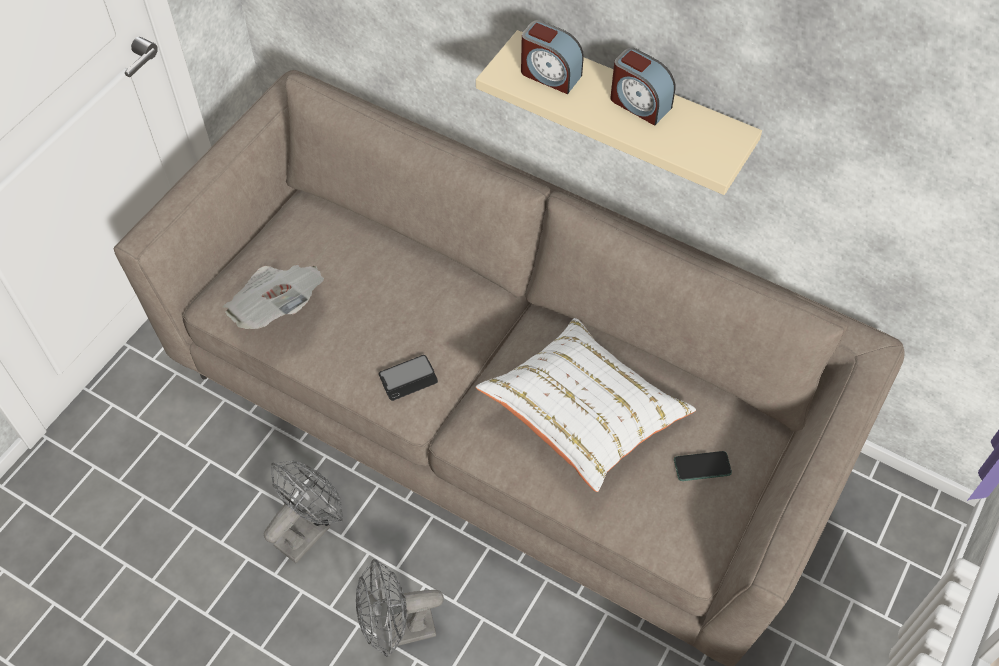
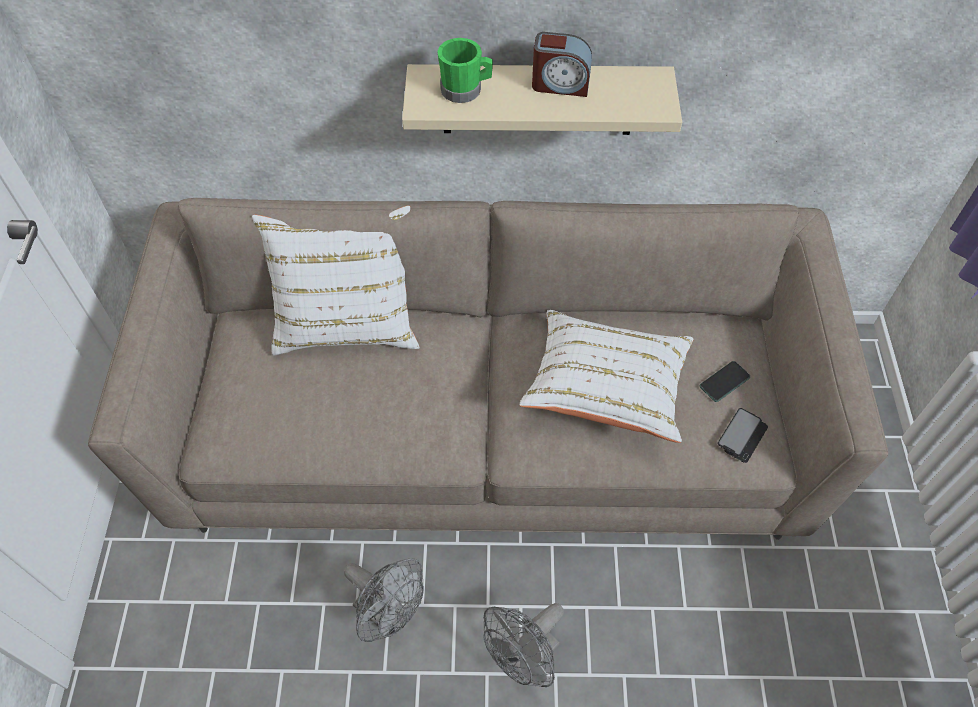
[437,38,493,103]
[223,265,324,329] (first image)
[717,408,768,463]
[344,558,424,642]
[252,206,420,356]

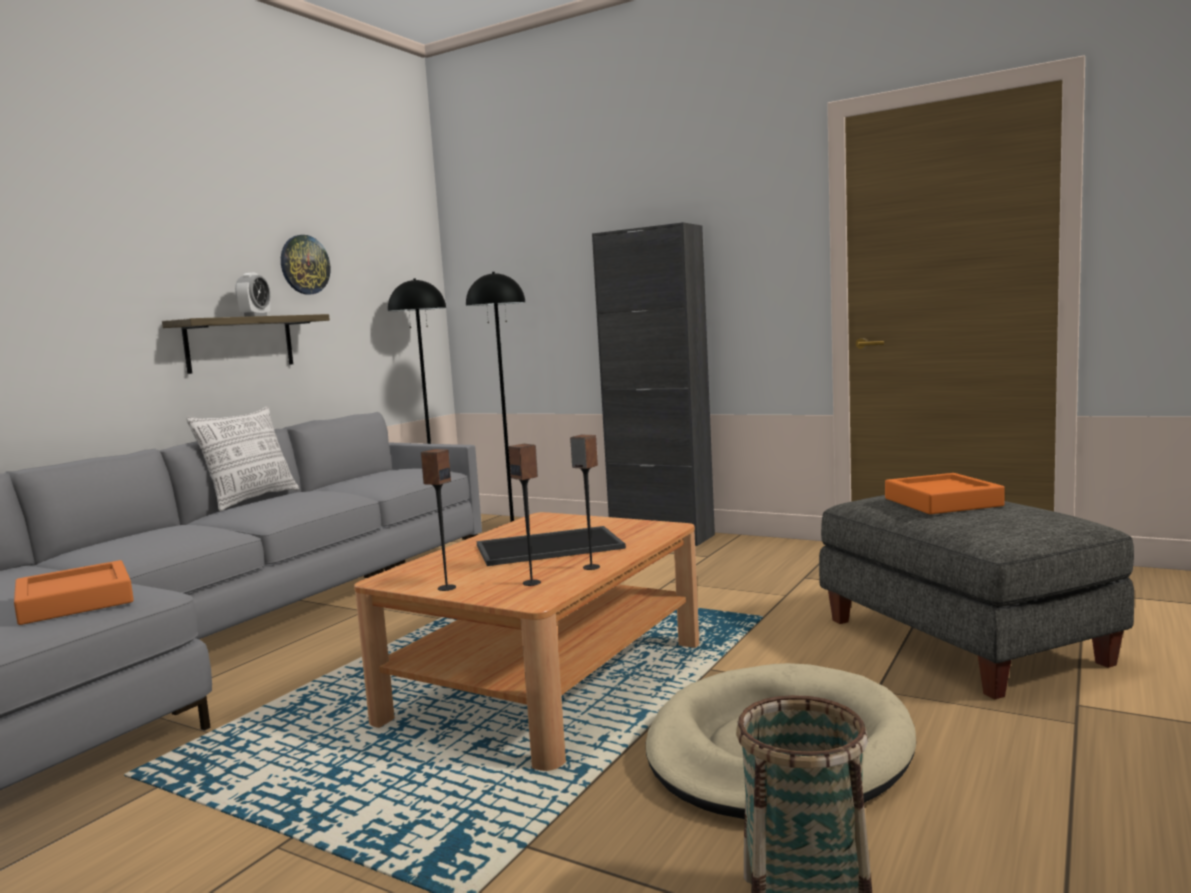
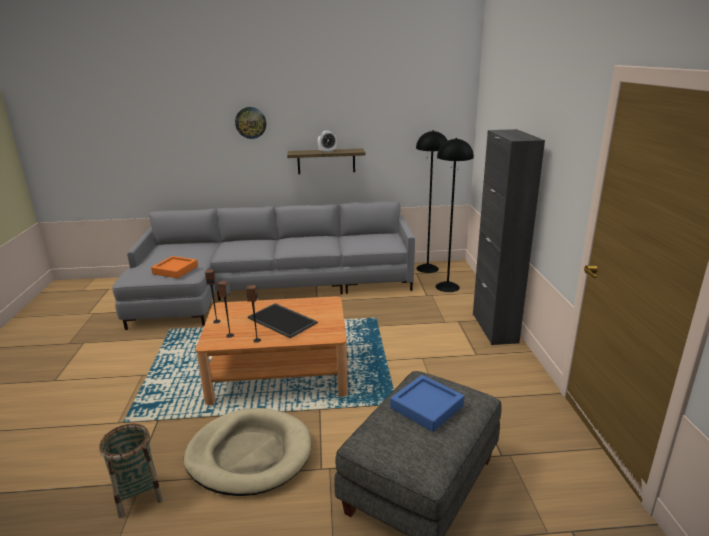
[235,107,266,139]
[186,407,299,511] (first image)
[390,375,464,432]

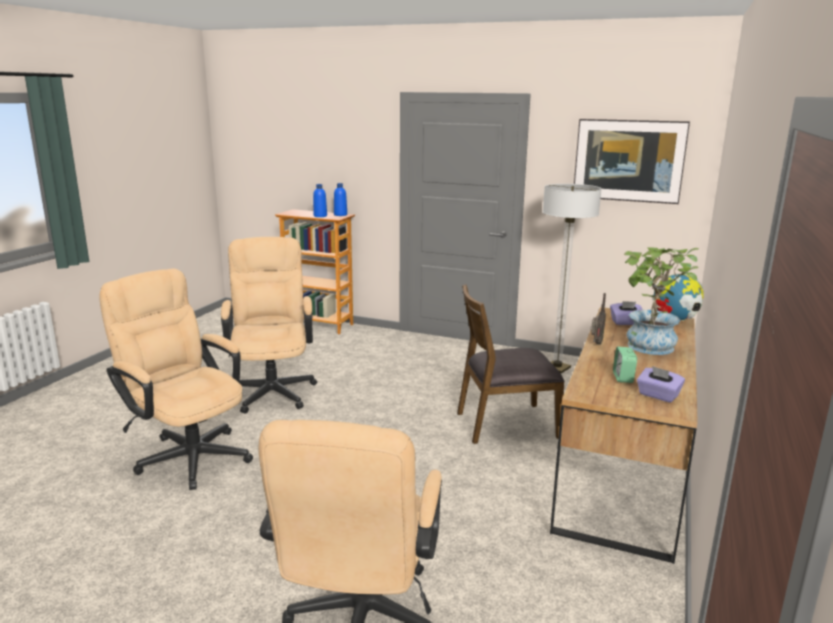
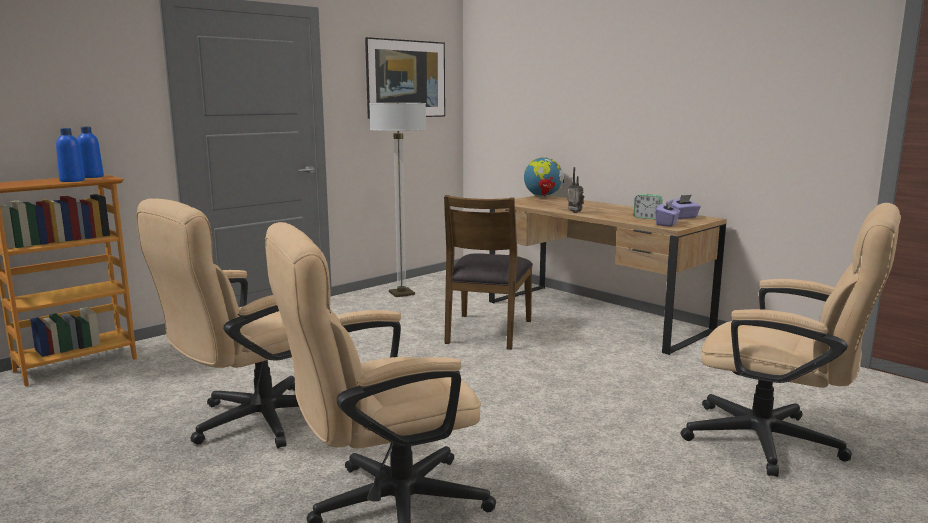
[136,199,299,448]
[624,247,699,355] (first image)
[655,200,680,227]

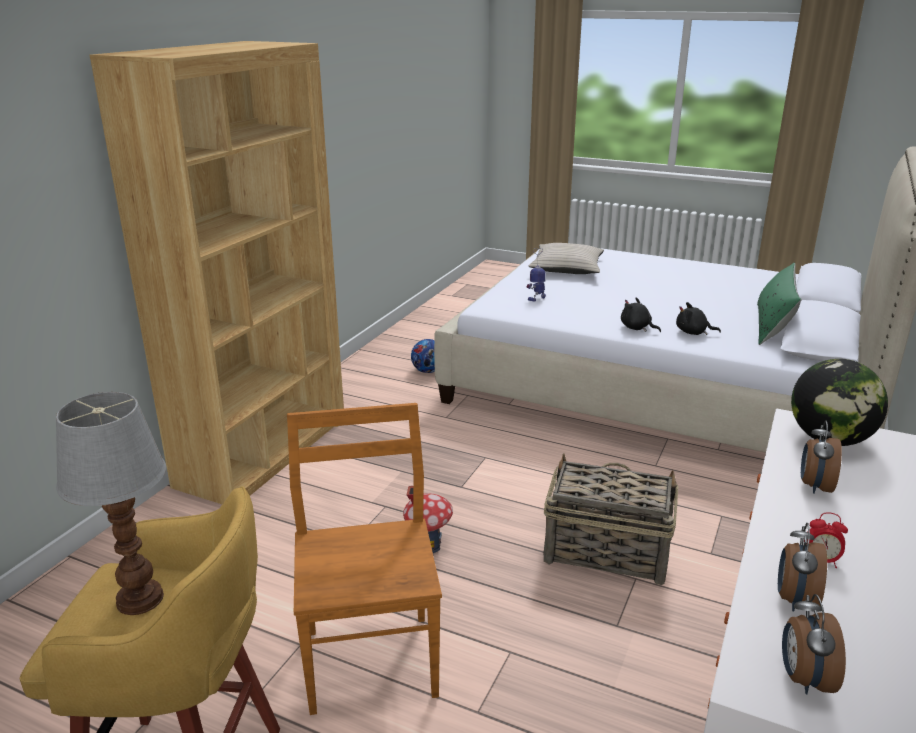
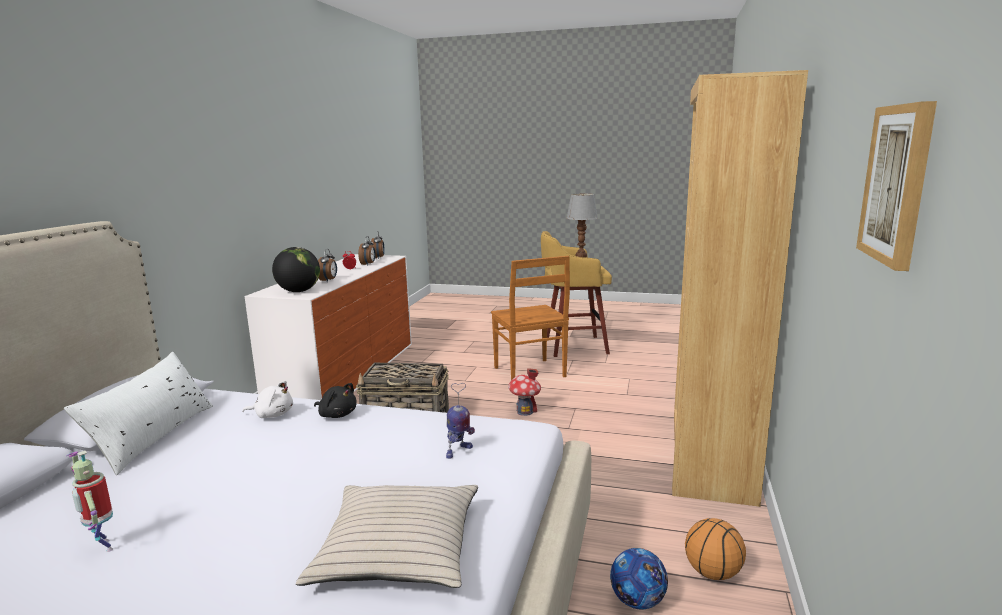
[64,352,213,475]
[242,381,293,418]
[856,101,937,271]
[66,451,113,552]
[685,518,746,580]

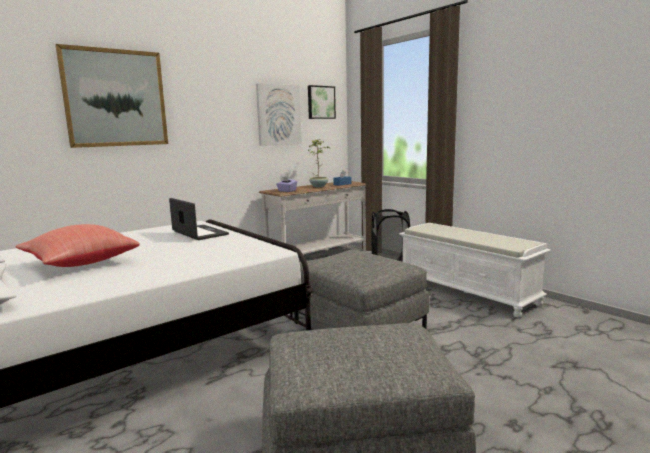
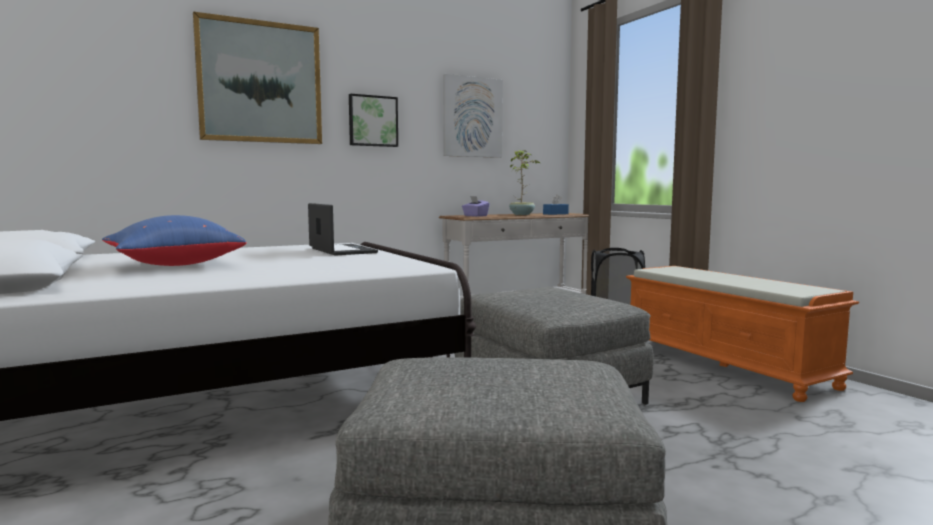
[349,94,398,147]
[626,266,859,402]
[102,215,247,266]

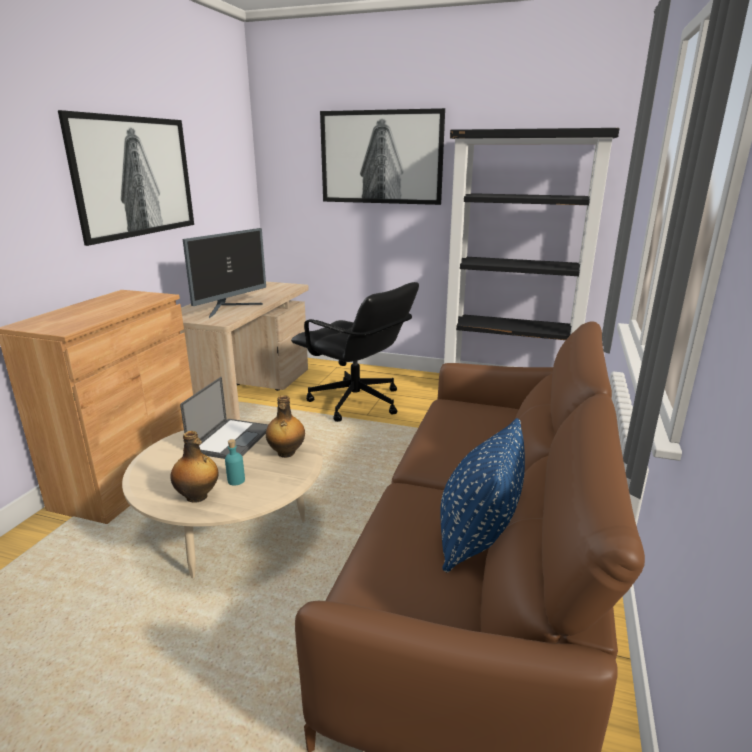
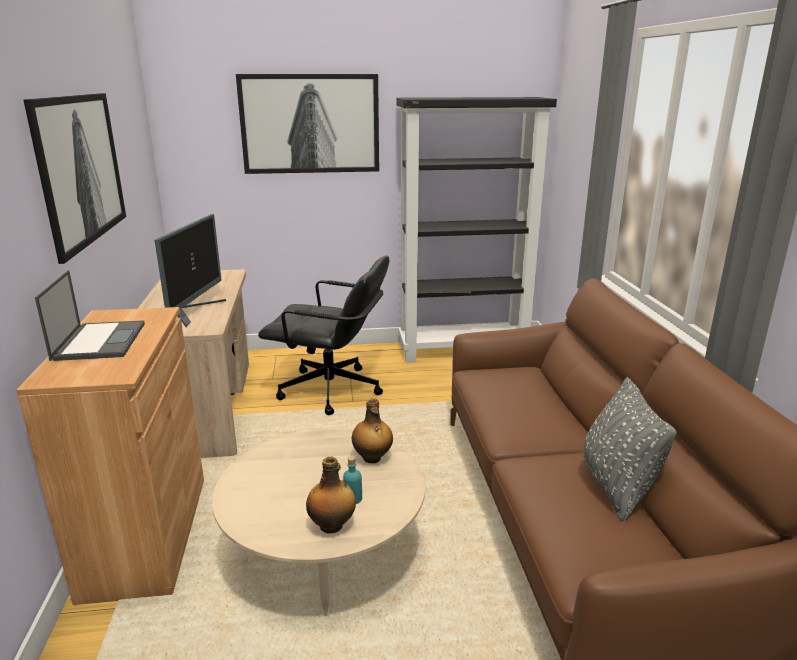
[35,270,145,361]
[583,377,677,522]

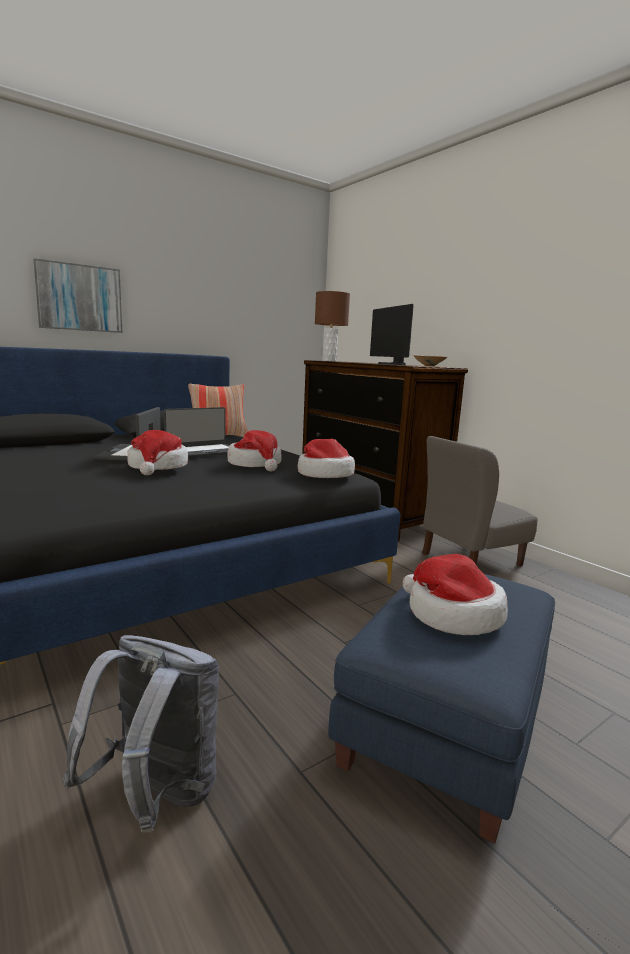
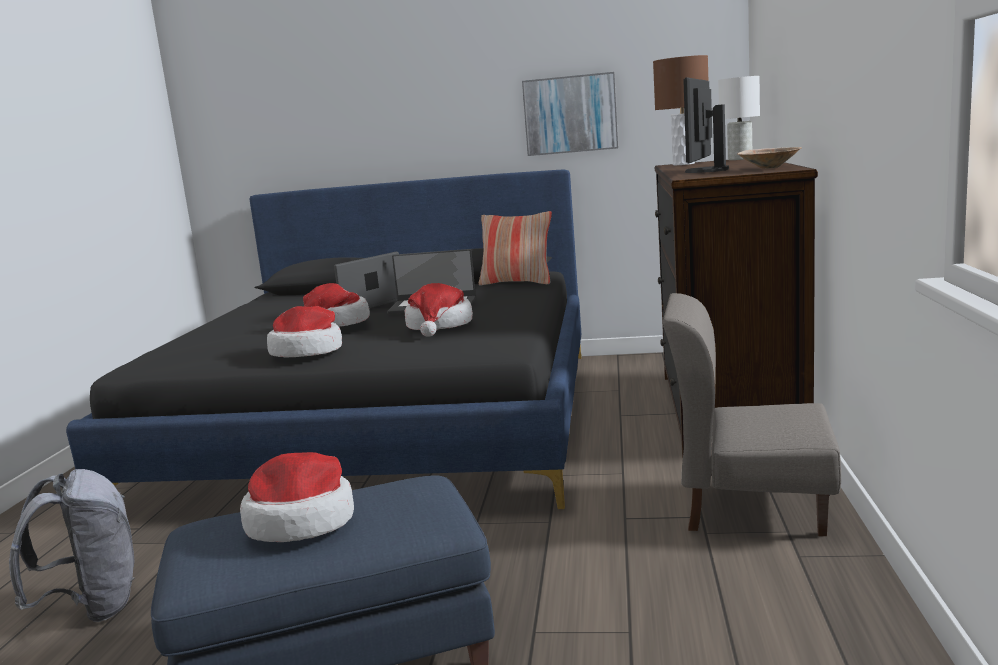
[522,72,618,156]
[267,306,342,357]
[718,76,760,160]

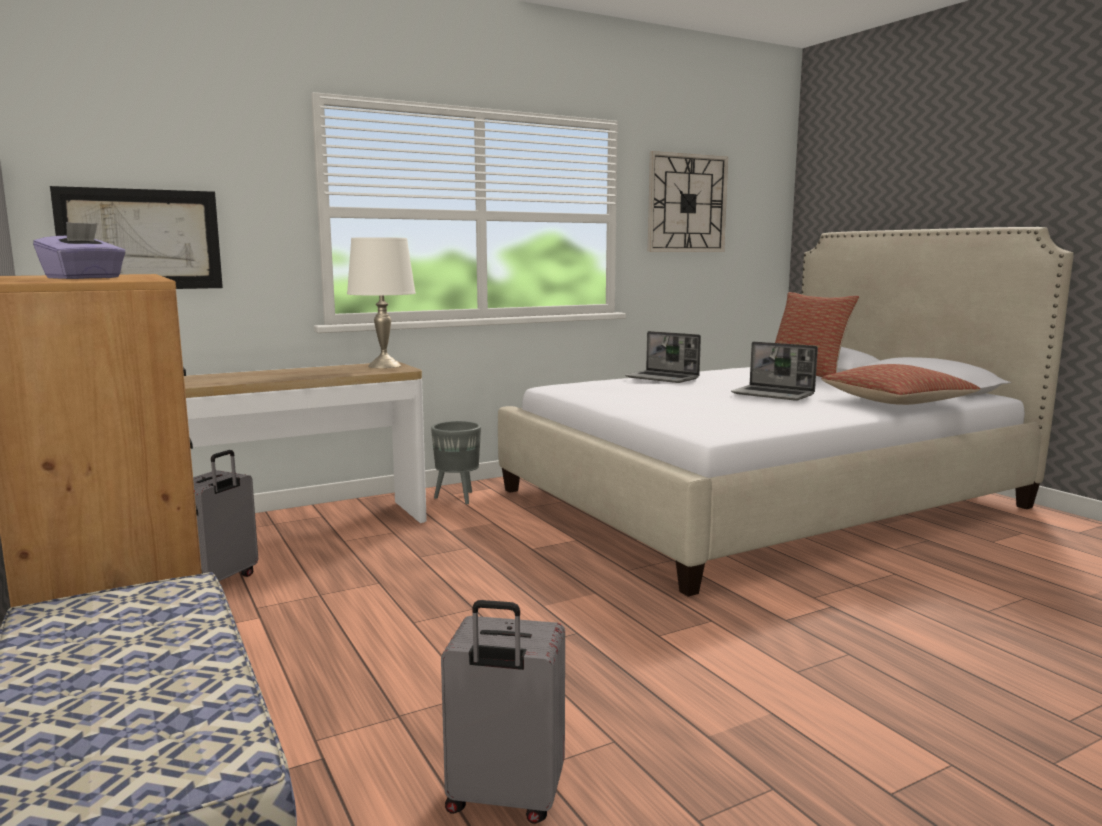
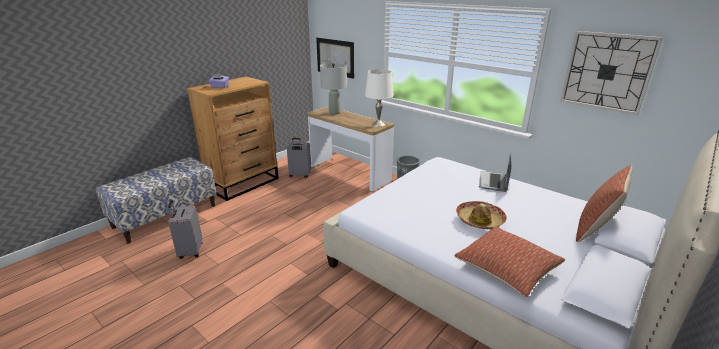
[456,201,507,229]
[320,63,347,115]

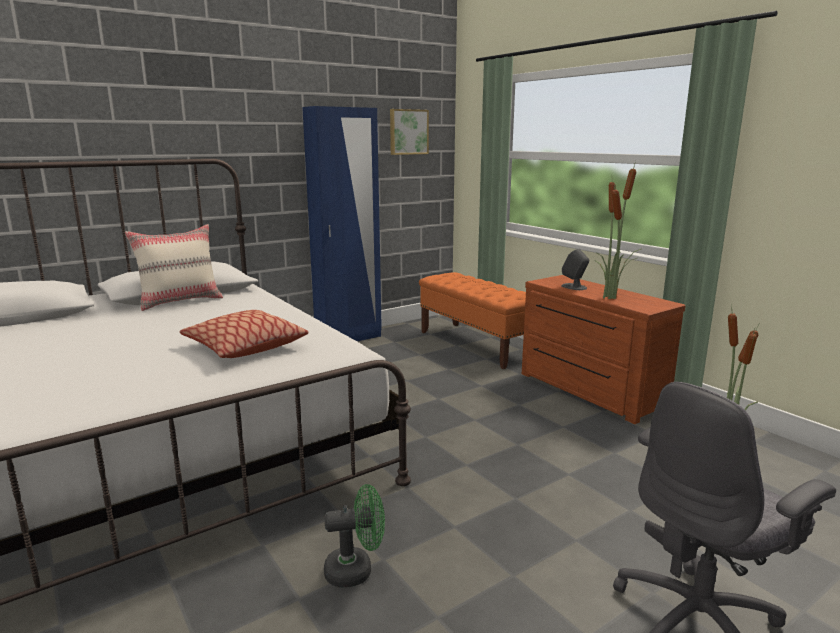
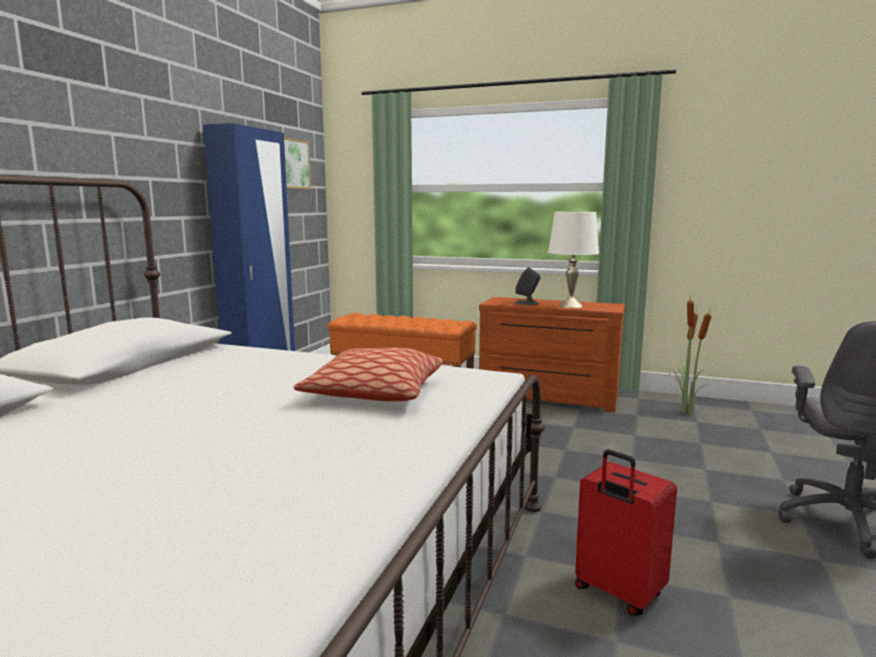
[548,212,599,308]
[125,224,223,311] (first image)
[575,449,677,616]

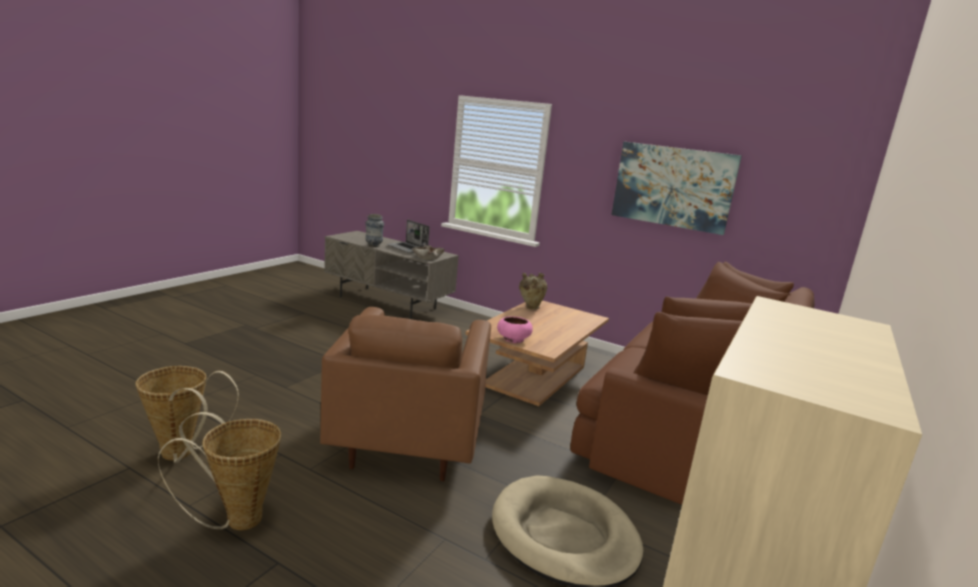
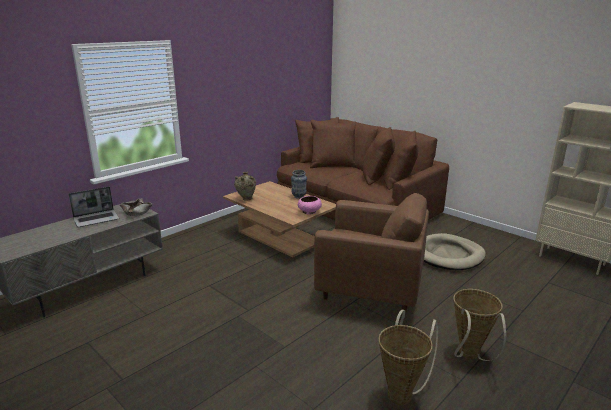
[611,142,742,235] (first image)
[291,170,307,199]

